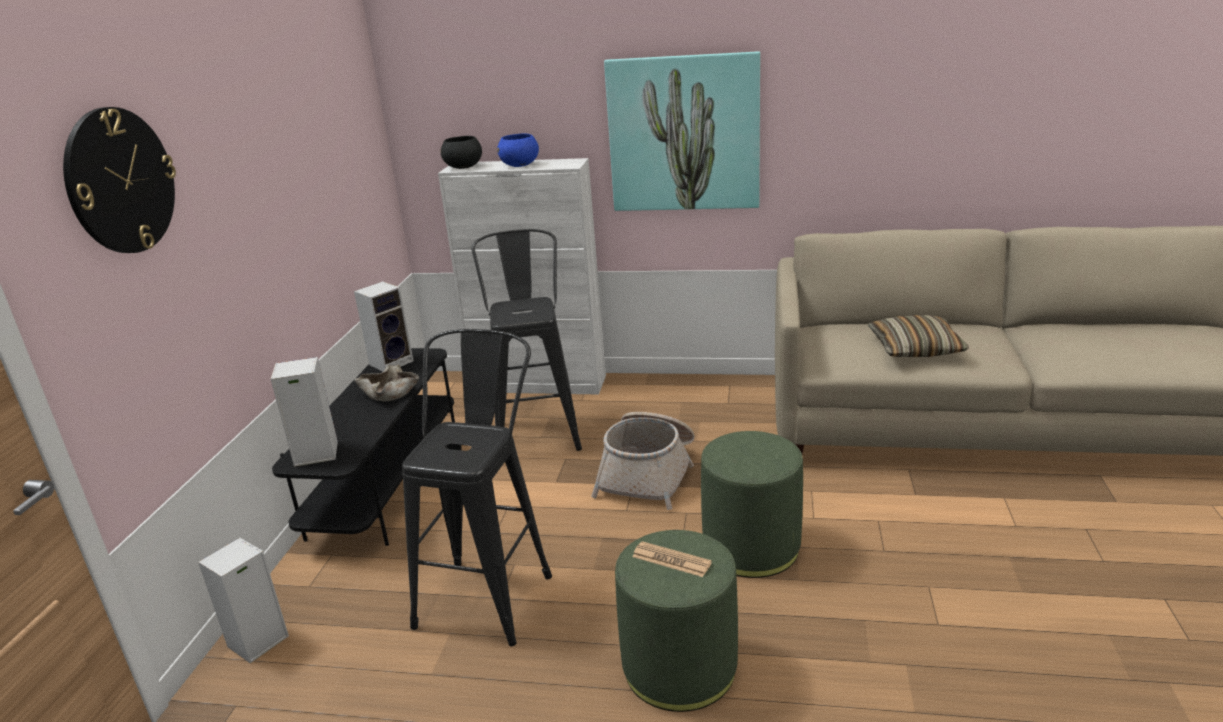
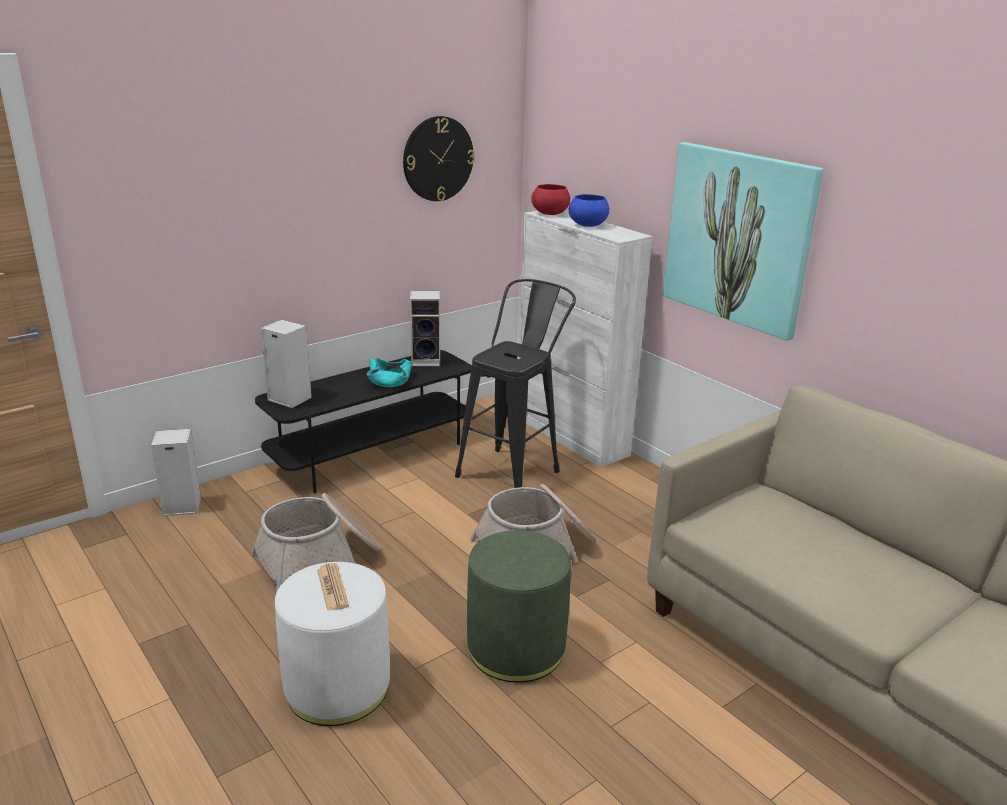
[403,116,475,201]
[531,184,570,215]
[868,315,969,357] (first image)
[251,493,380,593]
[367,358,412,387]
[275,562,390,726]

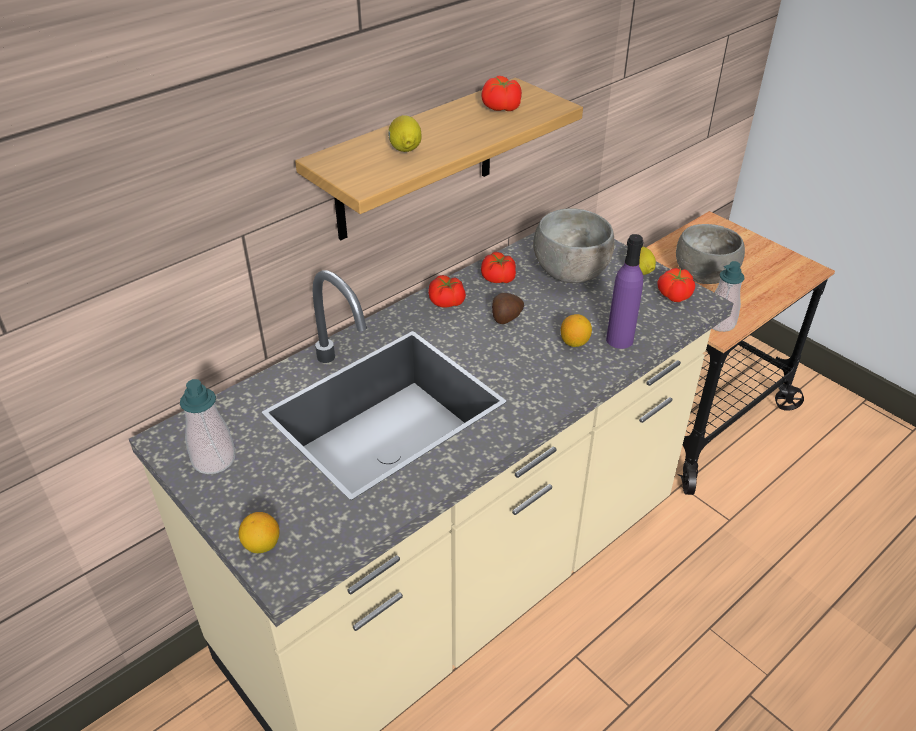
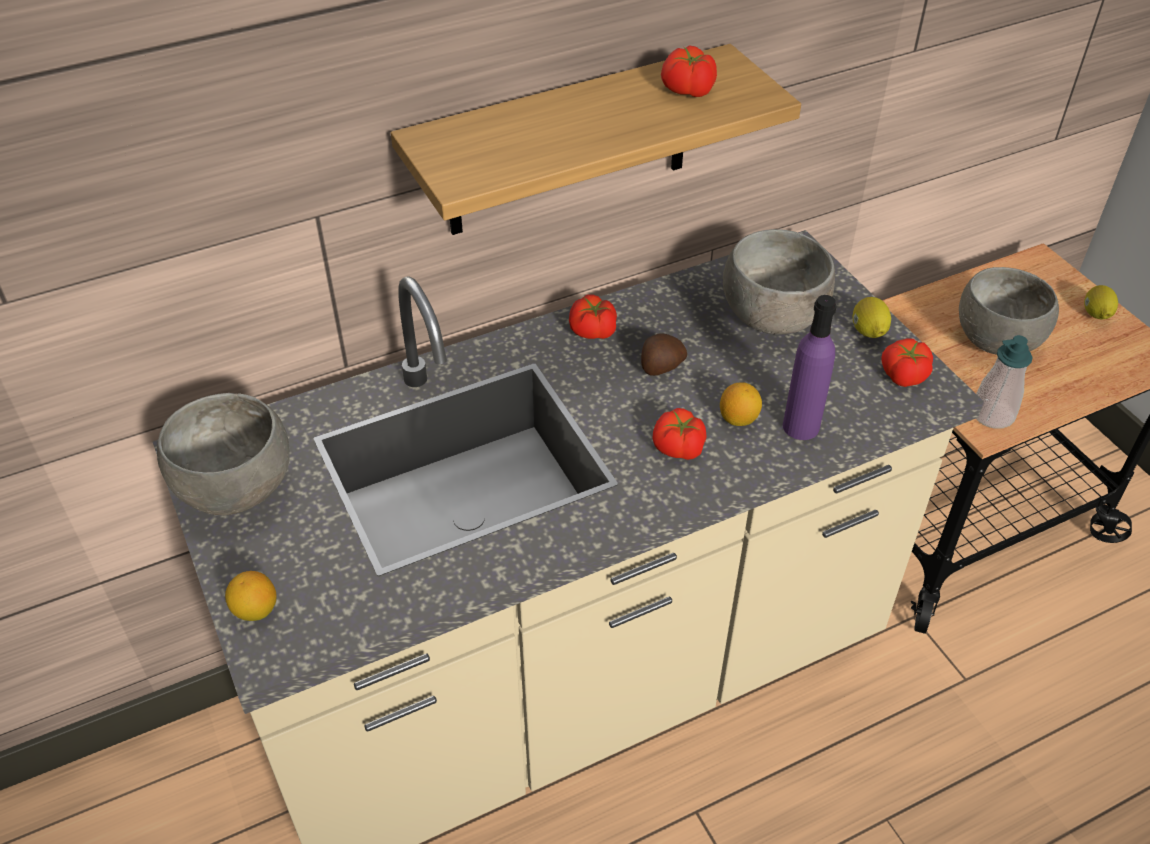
[1084,285,1118,319]
[653,408,707,460]
[157,393,290,515]

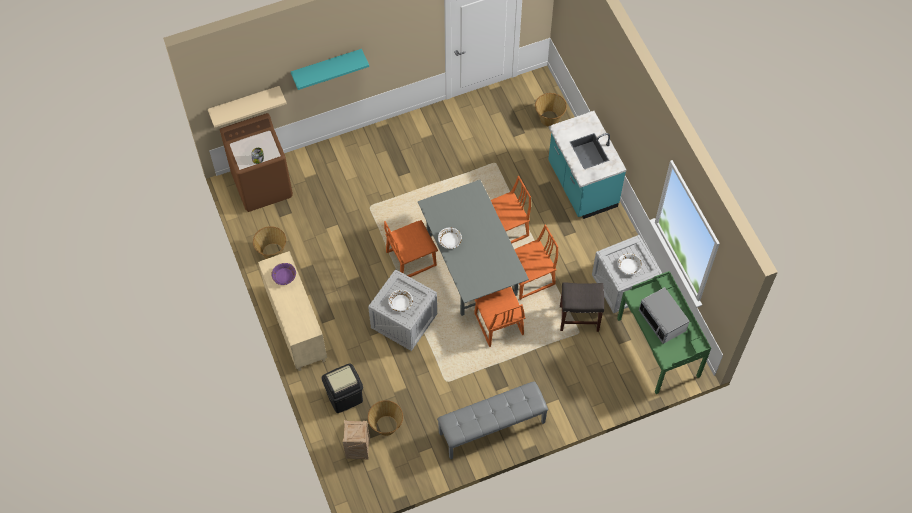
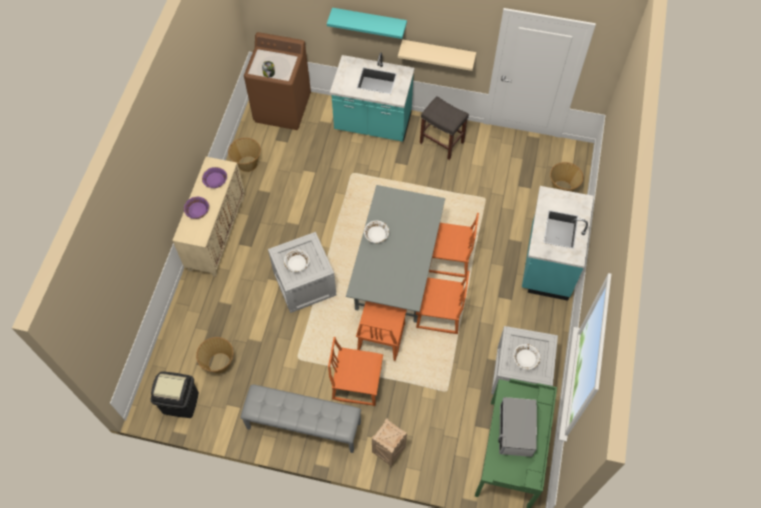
[398,40,476,71]
[328,337,383,406]
[420,96,469,160]
[151,371,199,418]
[372,418,407,467]
[330,53,415,142]
[184,197,209,219]

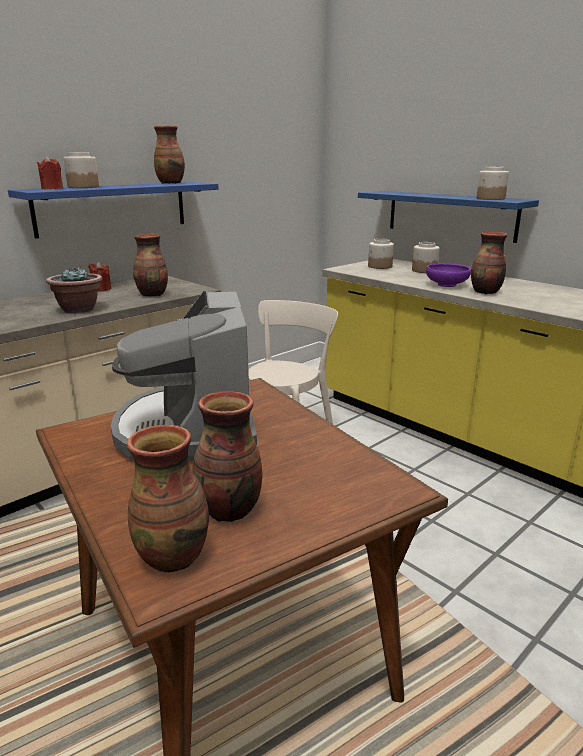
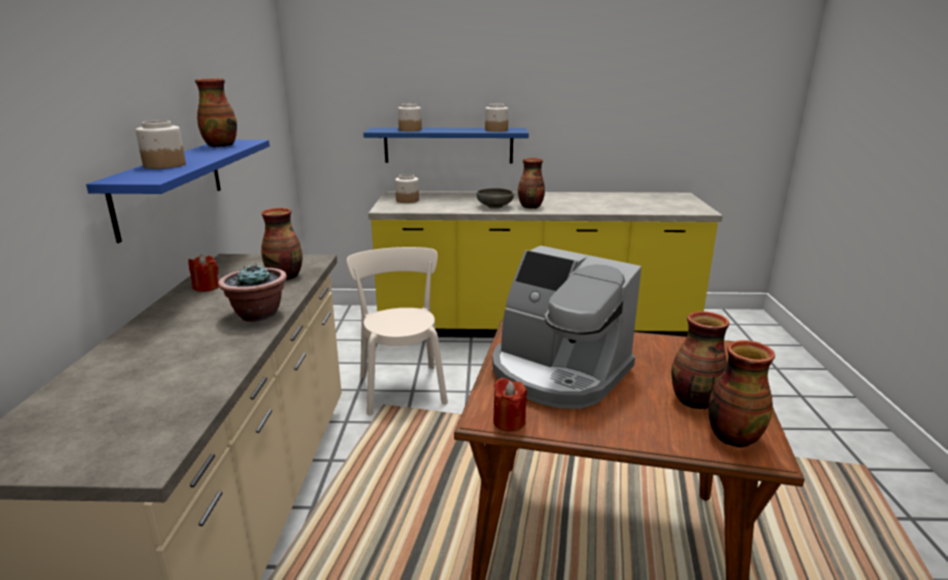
[493,378,527,431]
[398,103,422,131]
[477,188,514,209]

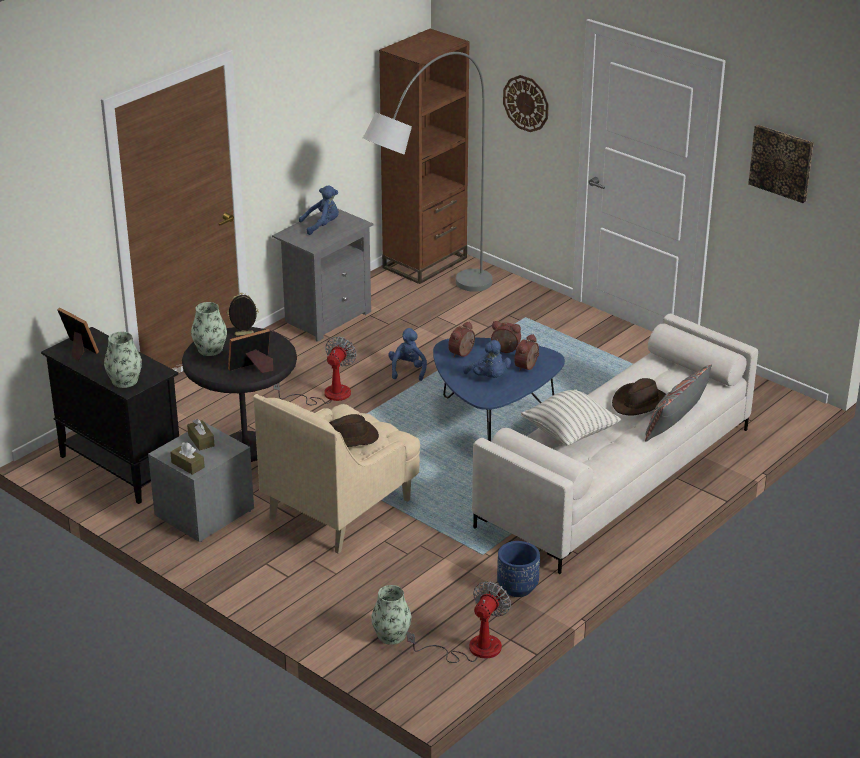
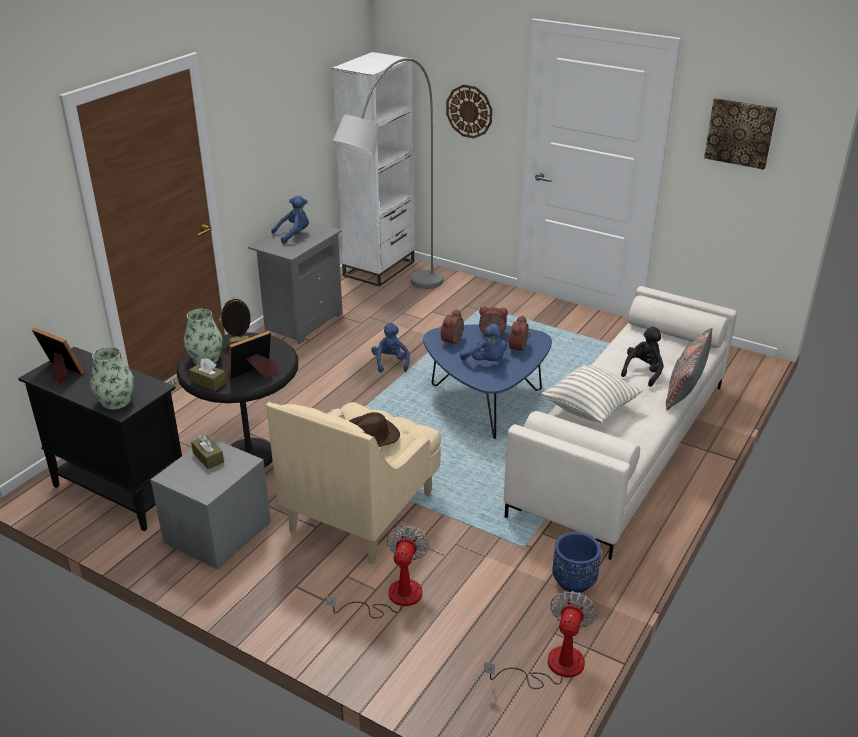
[332,52,414,287]
[326,525,429,619]
[621,327,664,387]
[189,358,227,391]
[371,585,411,645] (first image)

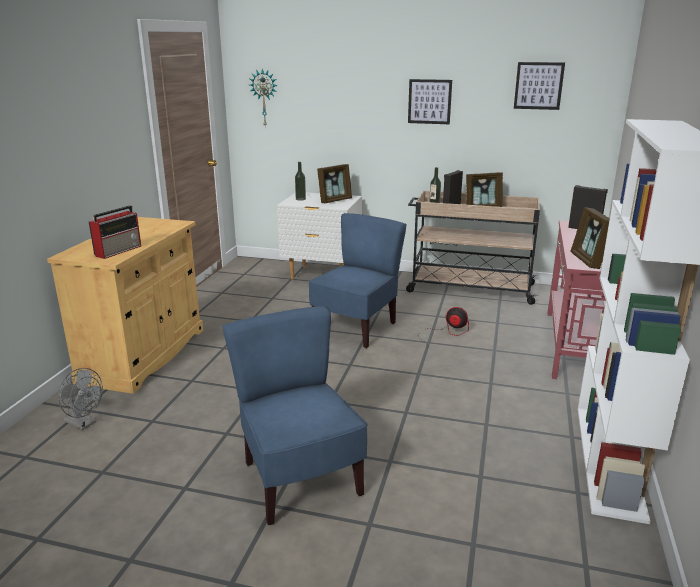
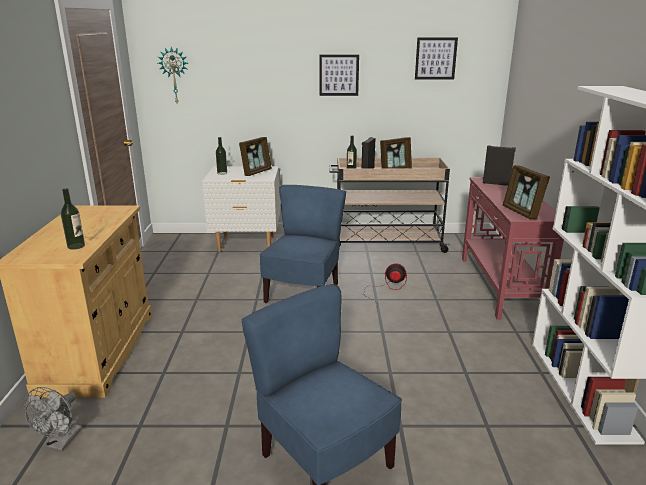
[61,188,85,250]
[24,387,82,450]

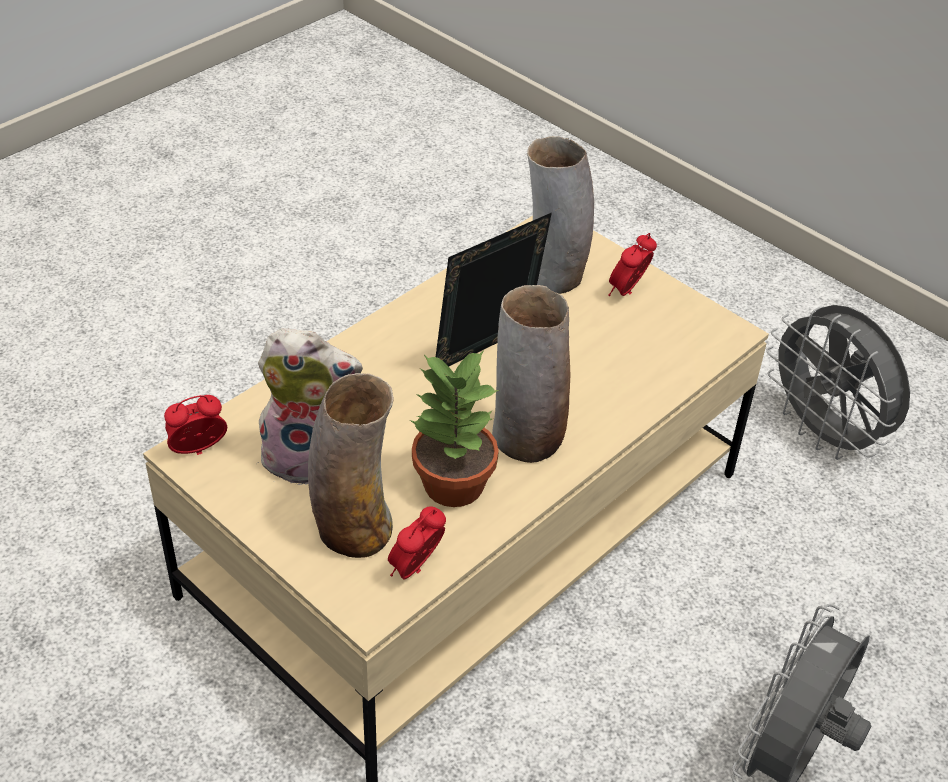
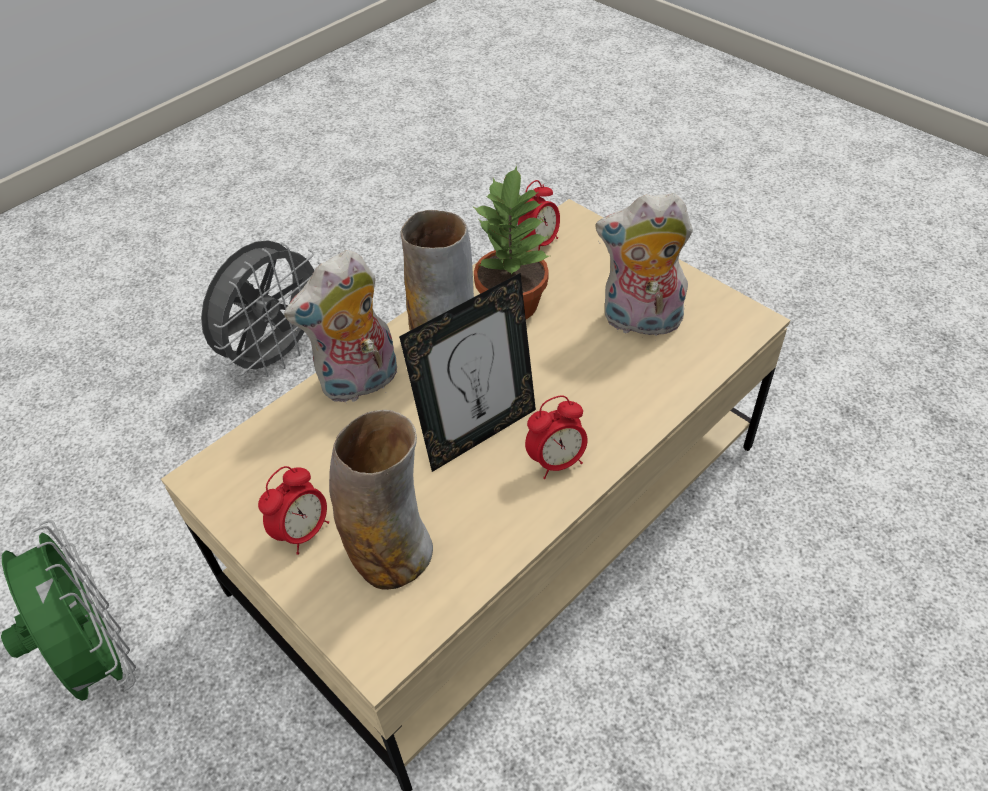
[1,520,136,701]
[308,373,394,558] (first image)
[525,395,588,479]
[284,250,397,404]

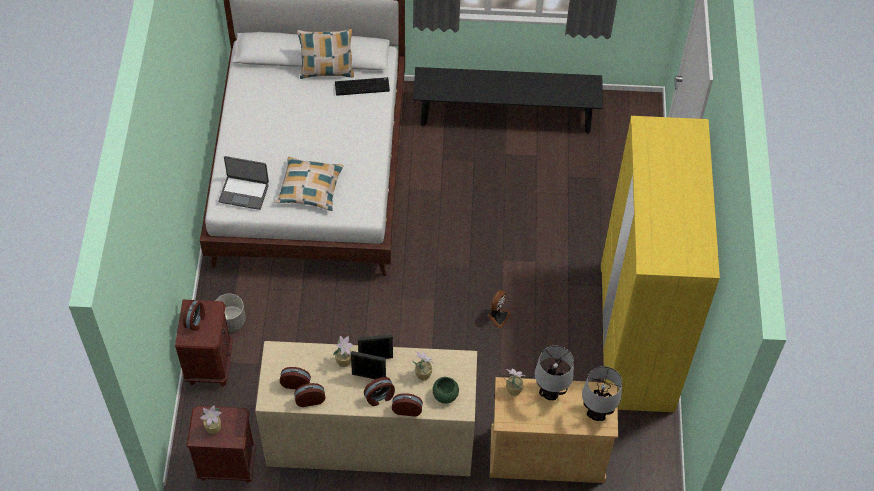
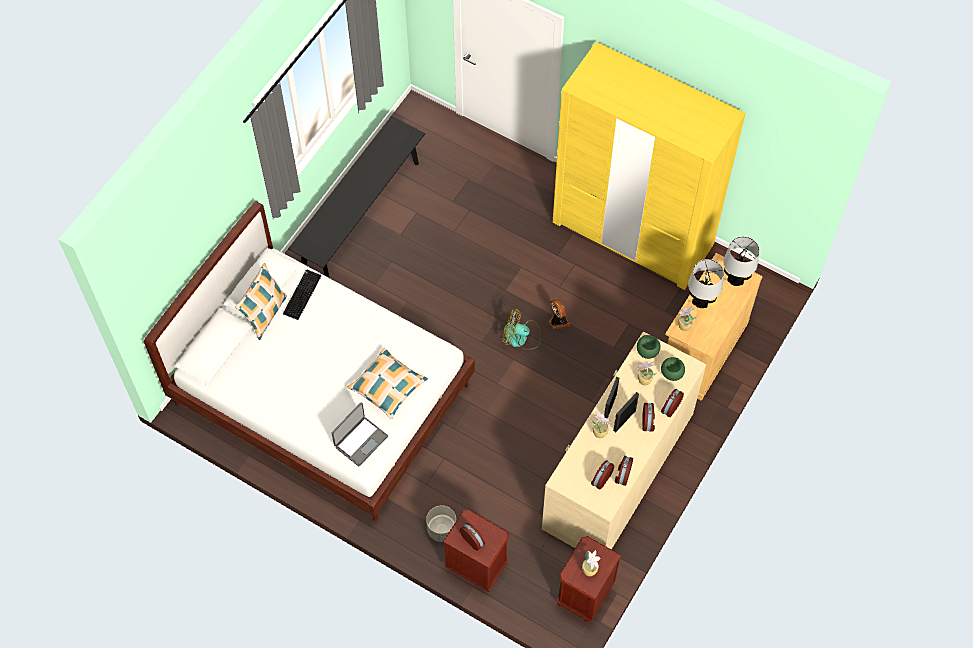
[502,310,541,350]
[637,335,661,359]

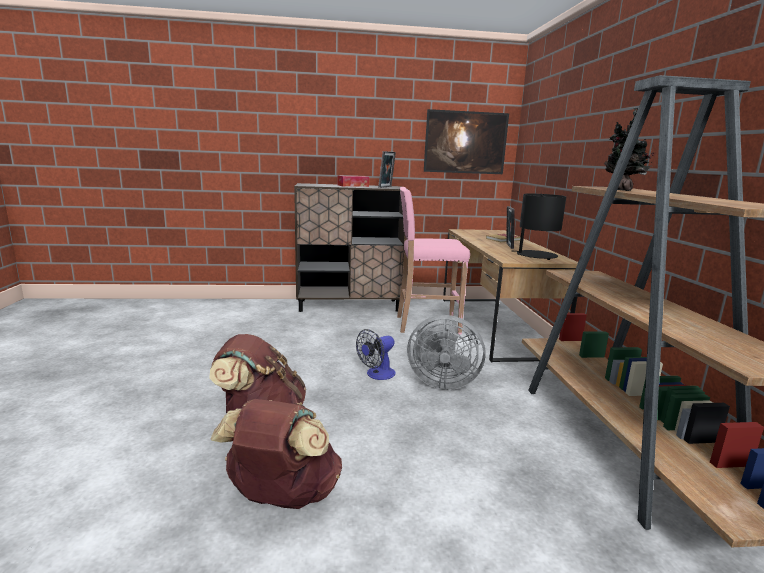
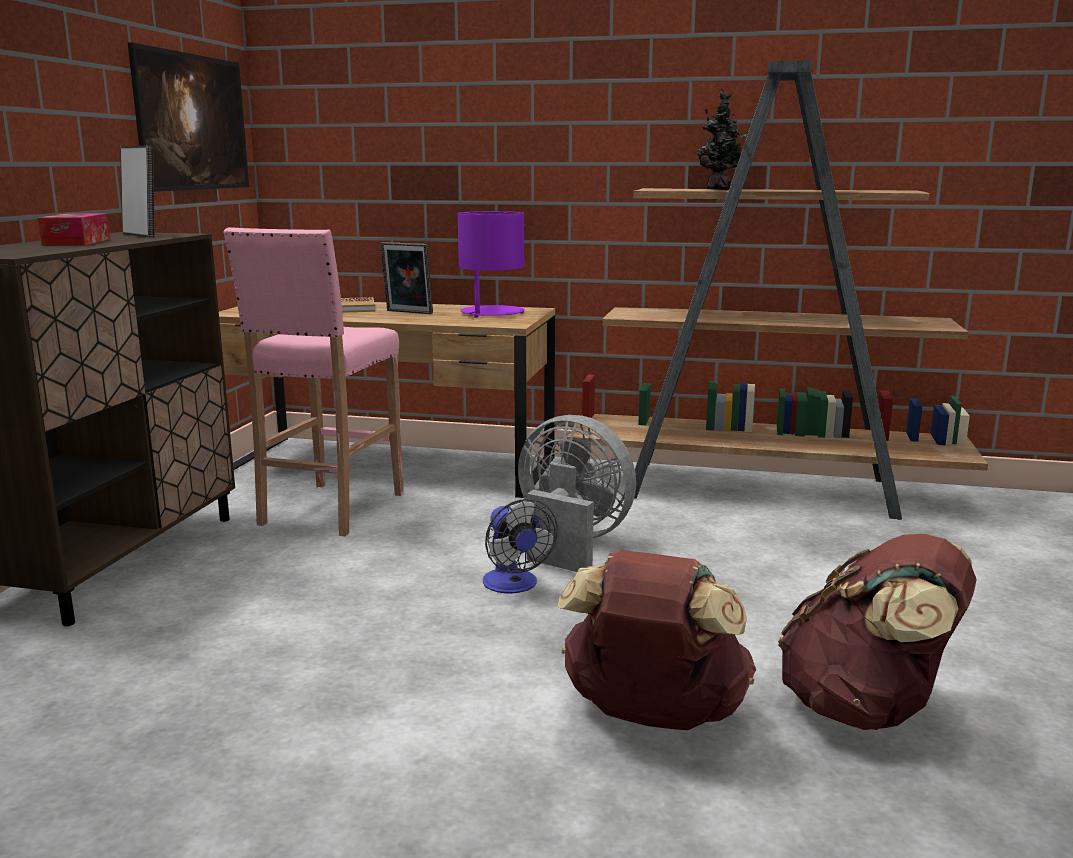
[458,211,525,318]
[518,415,636,572]

